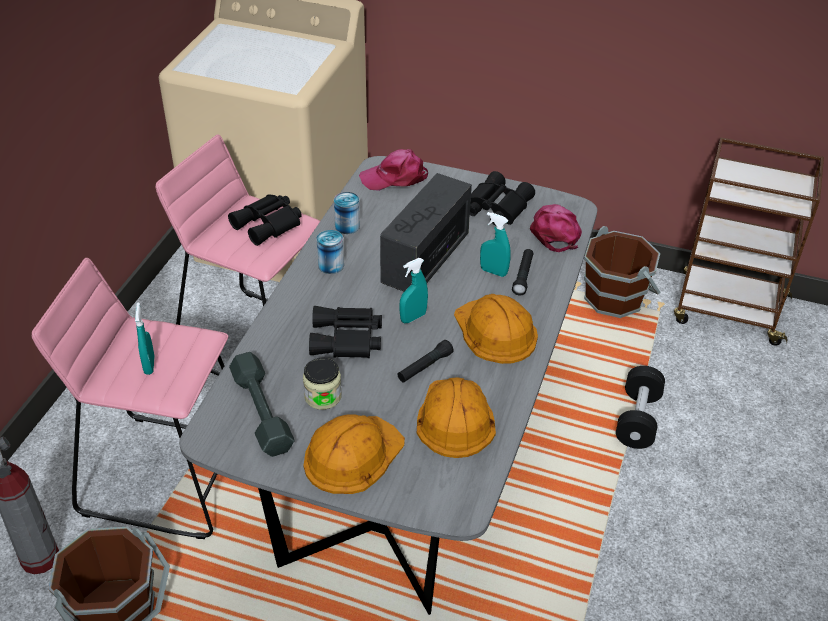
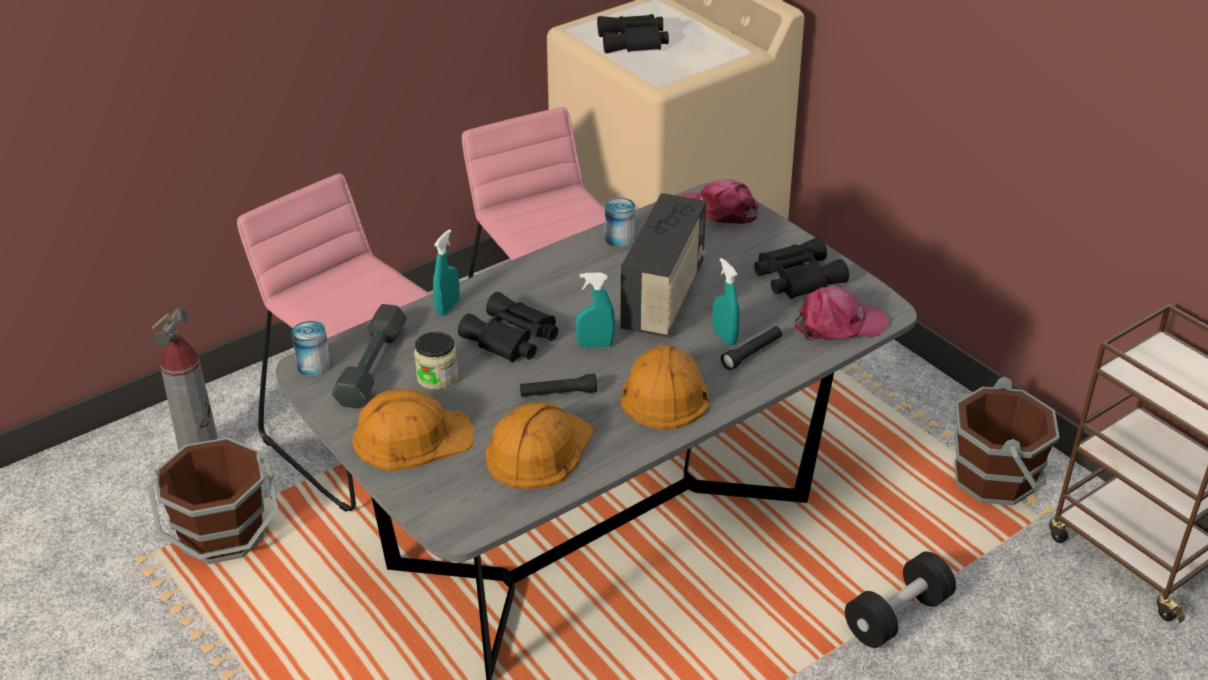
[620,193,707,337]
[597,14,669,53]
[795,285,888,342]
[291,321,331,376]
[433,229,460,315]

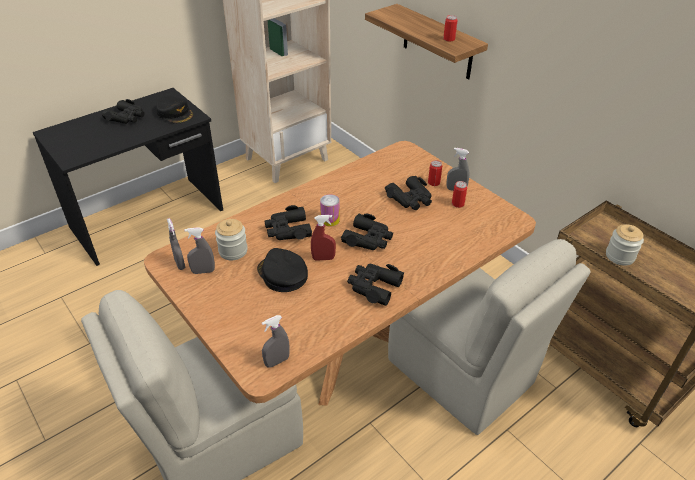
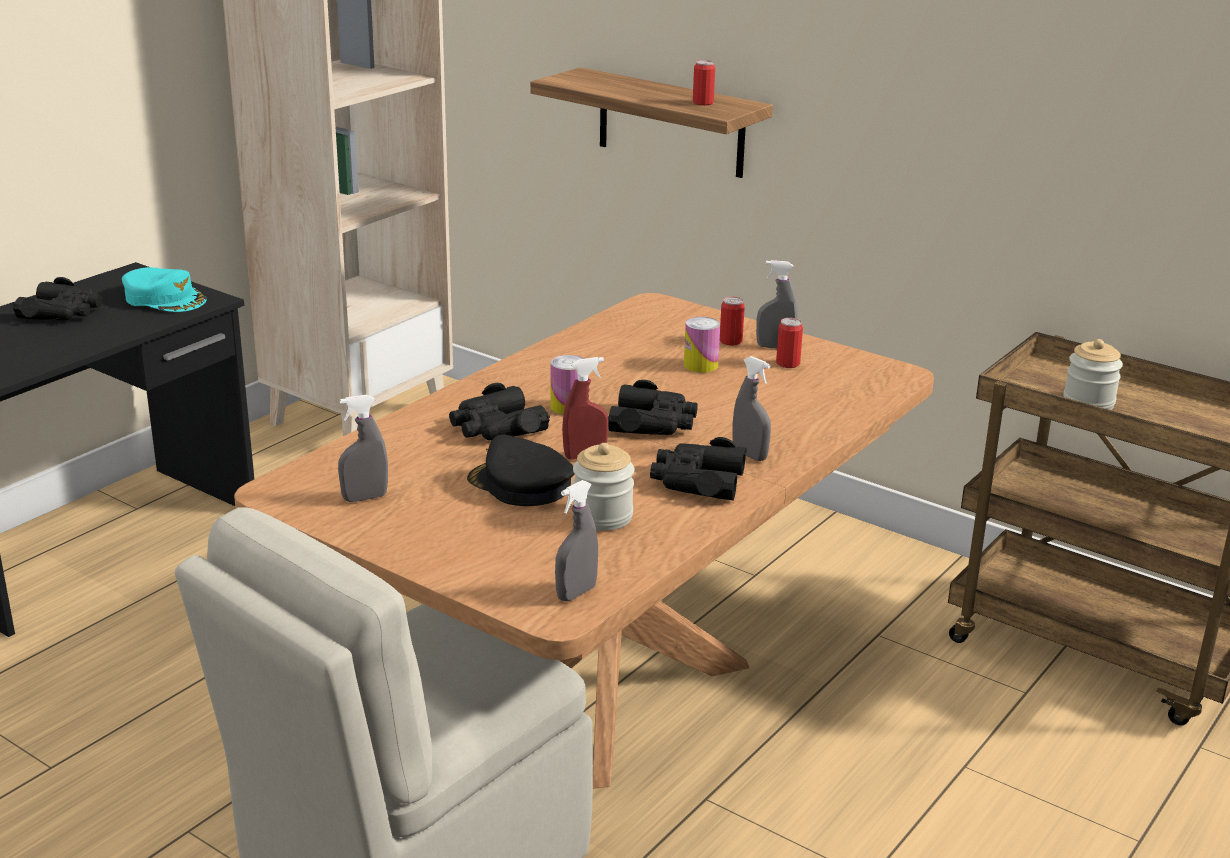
[122,267,206,312]
[684,317,720,373]
[732,356,771,461]
[573,443,634,531]
[388,239,591,435] (first image)

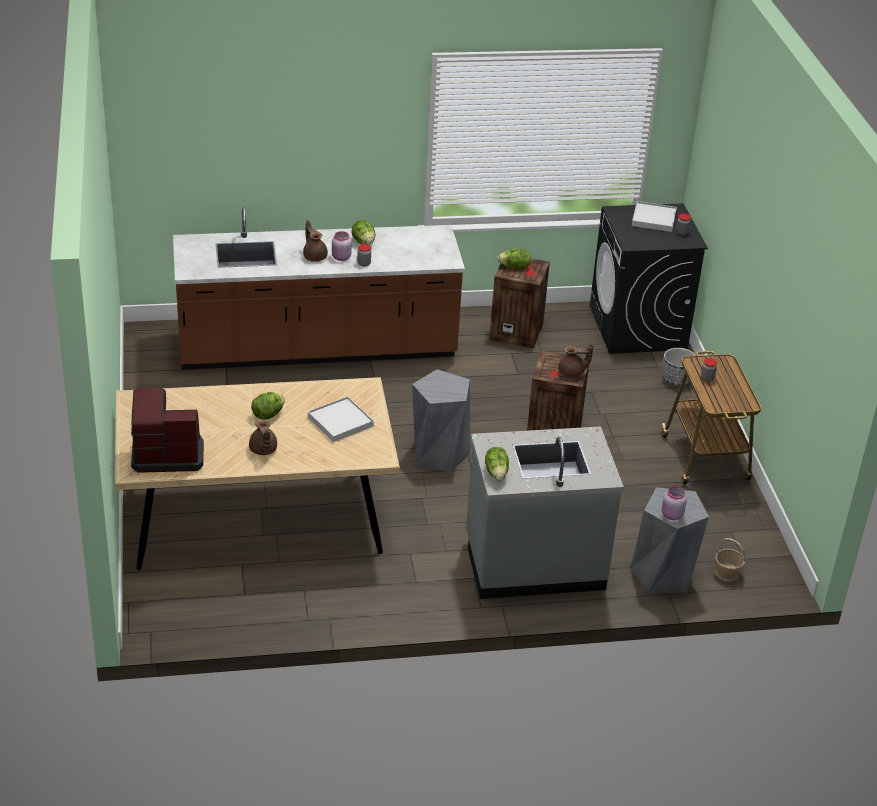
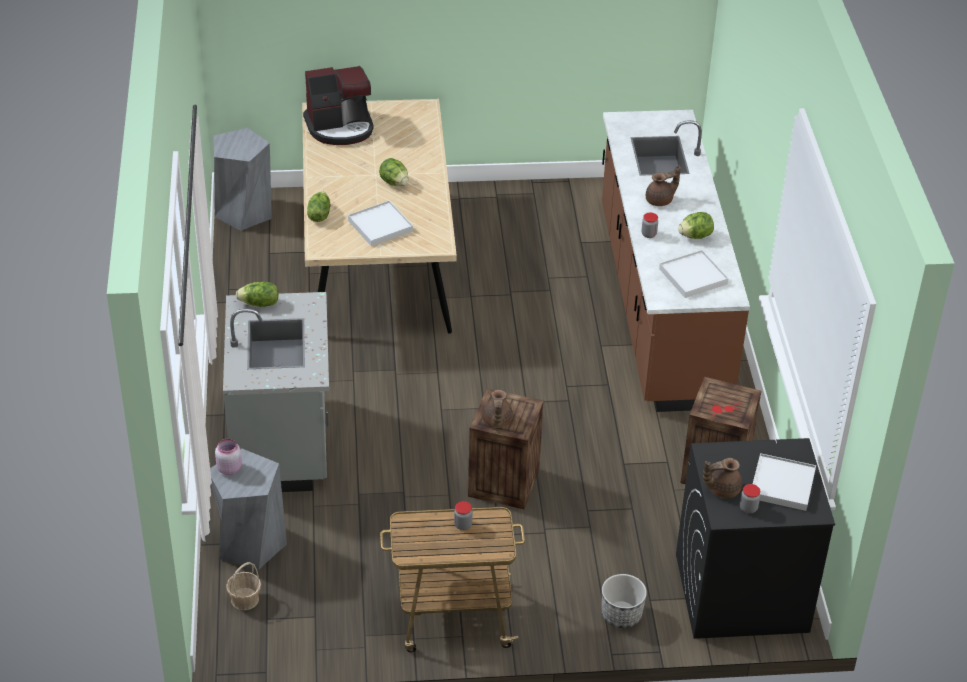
[332,231,352,261] (first image)
[307,191,330,222]
[213,127,272,231]
[303,66,373,145]
[703,458,742,498]
[659,250,729,298]

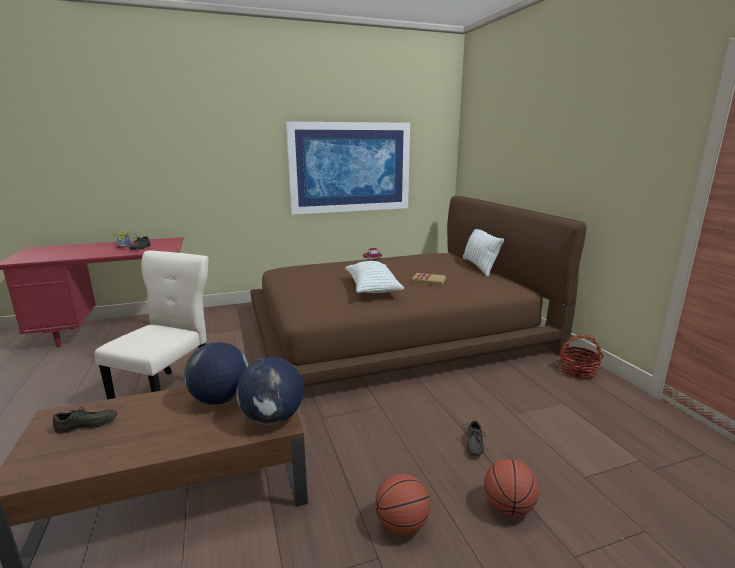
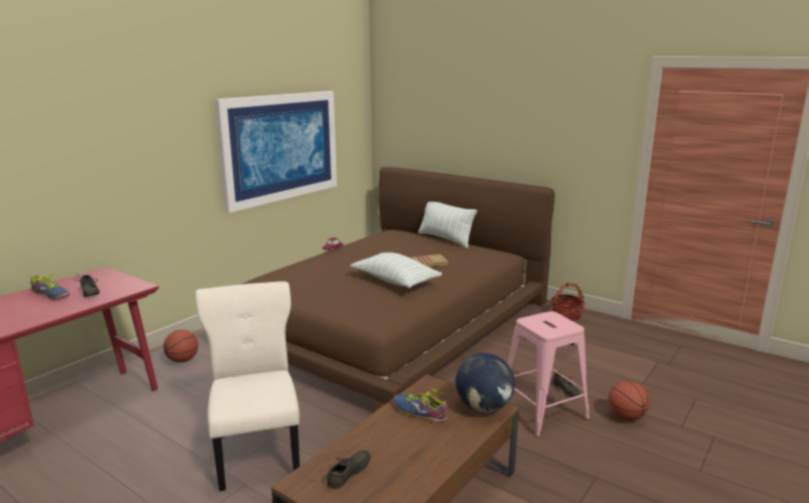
[393,389,448,423]
[163,329,198,363]
[508,311,590,437]

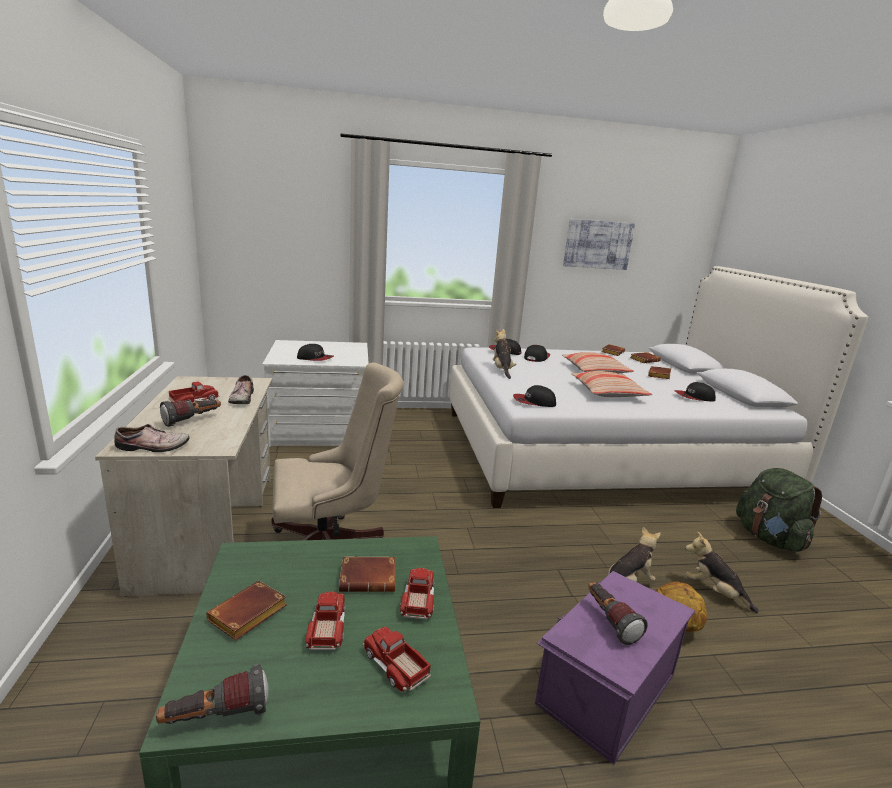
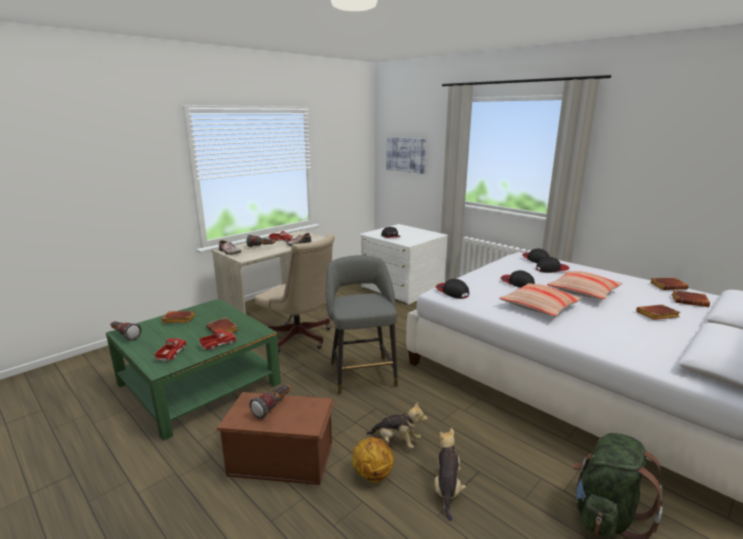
[386,137,426,174]
[493,329,517,379] (first image)
[500,270,535,288]
[216,392,335,485]
[305,591,345,650] (first image)
[326,255,398,394]

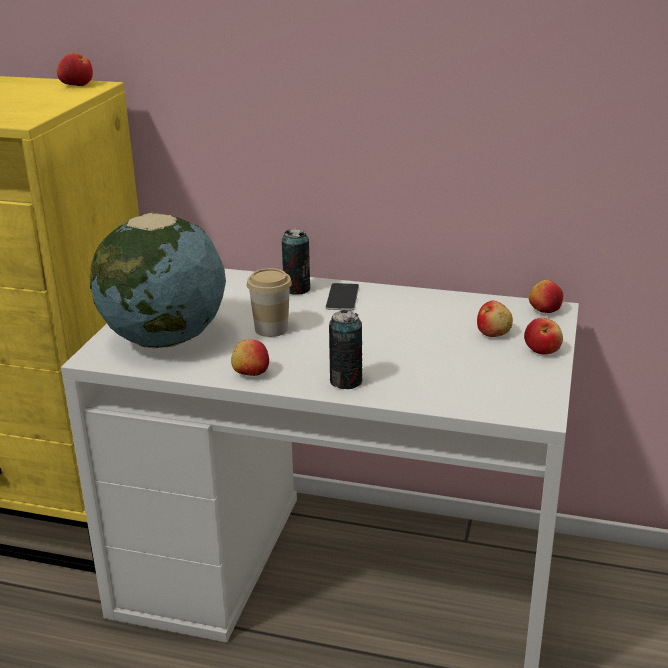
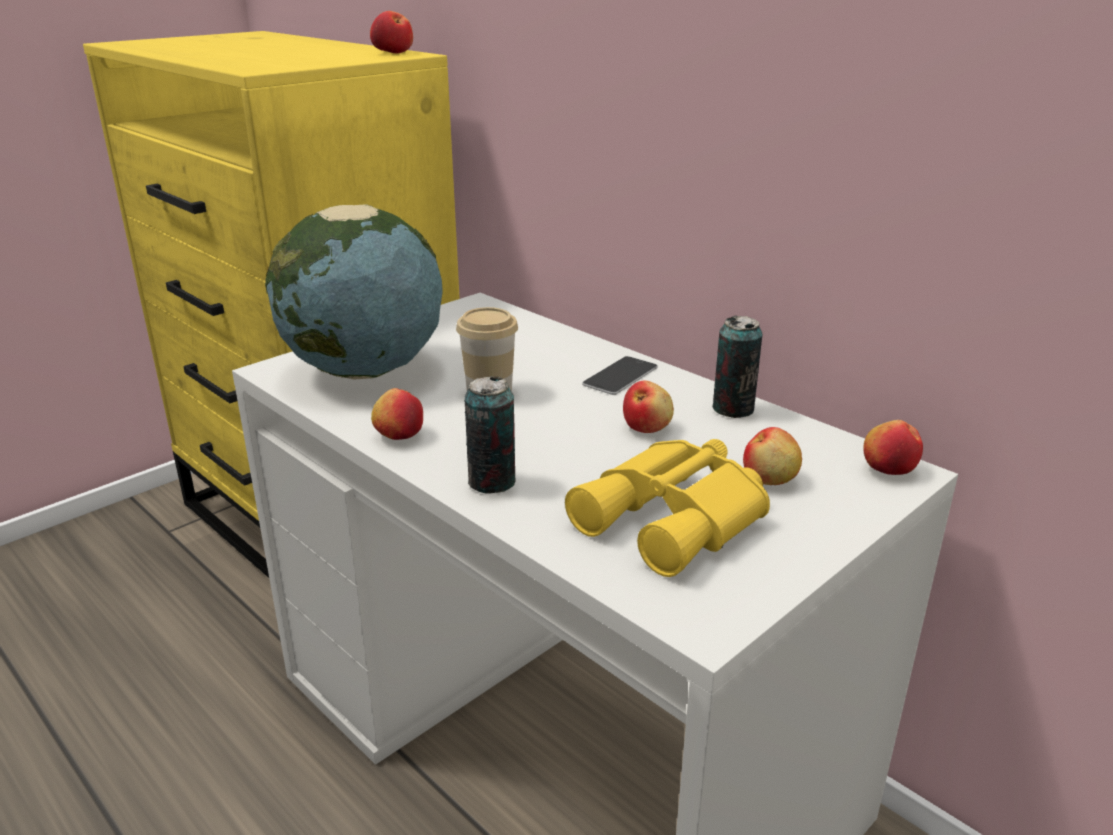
[712,316,762,418]
[623,381,674,433]
[565,439,770,577]

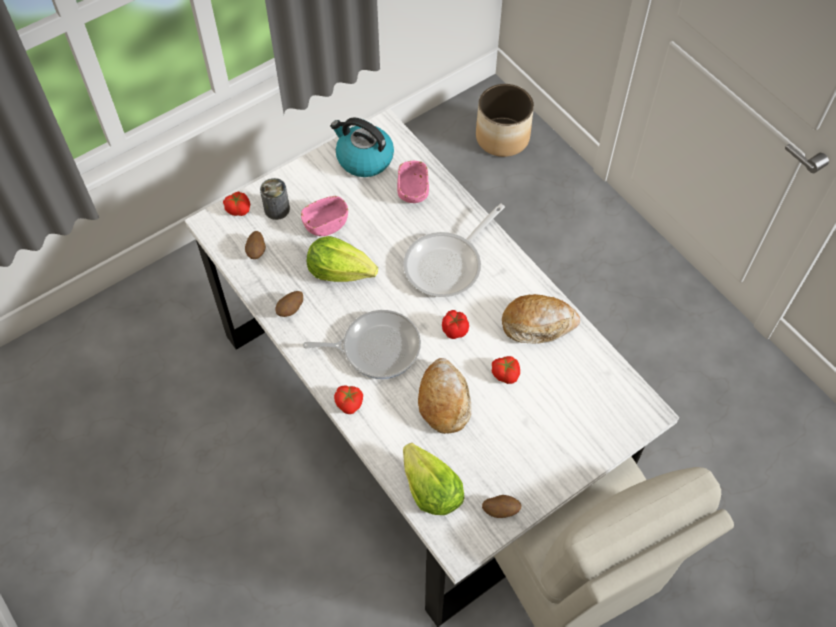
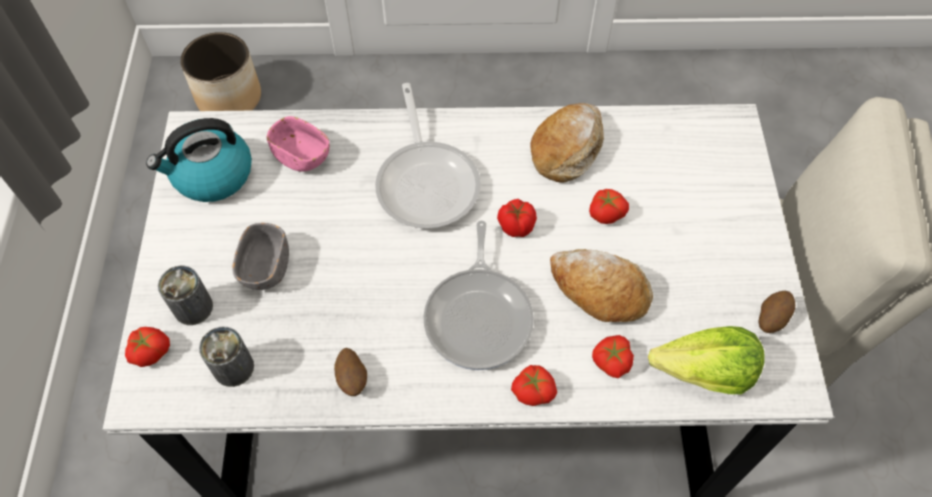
[232,223,289,290]
[199,327,254,387]
[307,236,378,282] (first image)
[423,220,534,370]
[592,335,634,378]

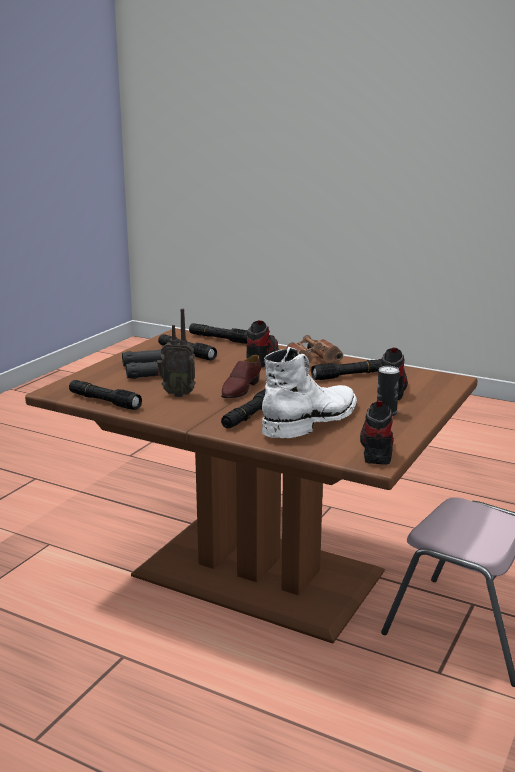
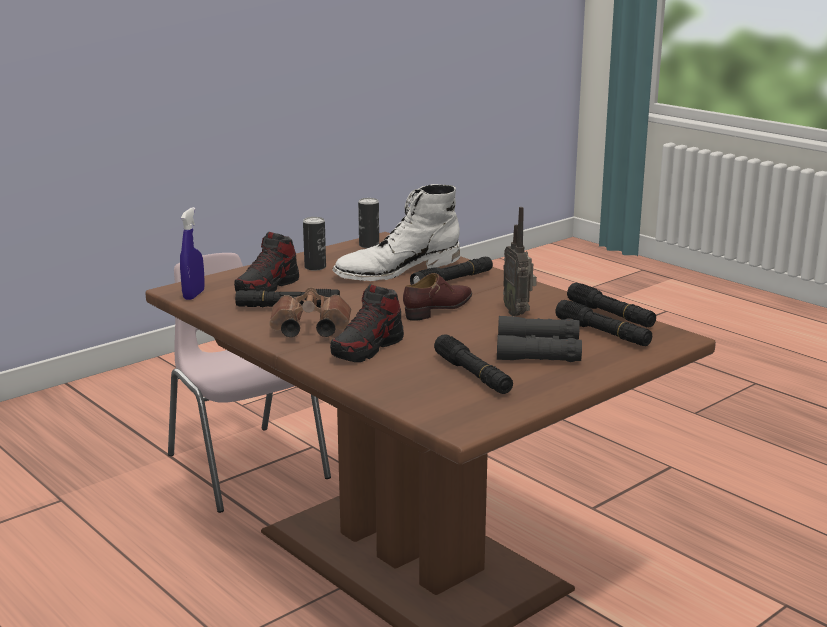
[503,207,537,316]
[556,300,652,346]
[358,198,379,248]
[180,207,205,300]

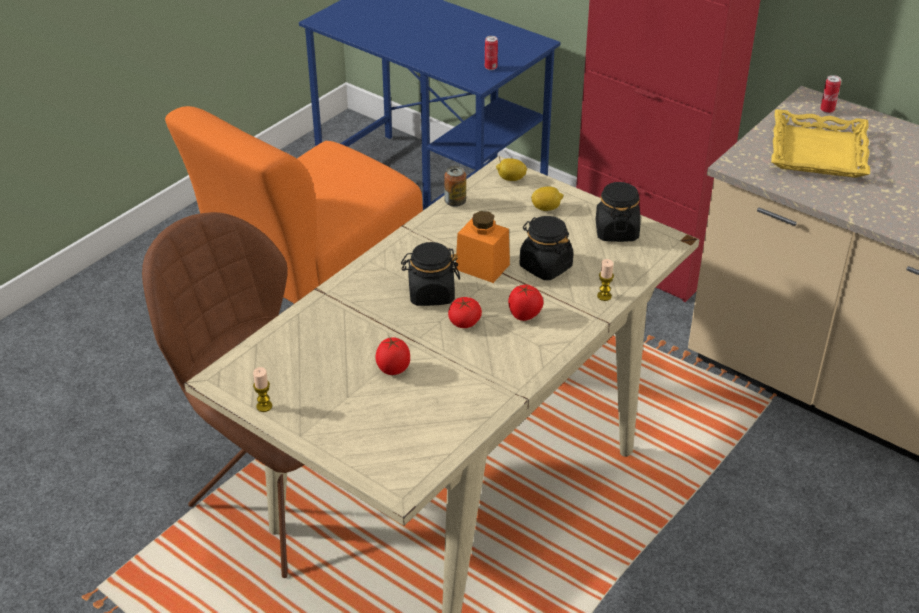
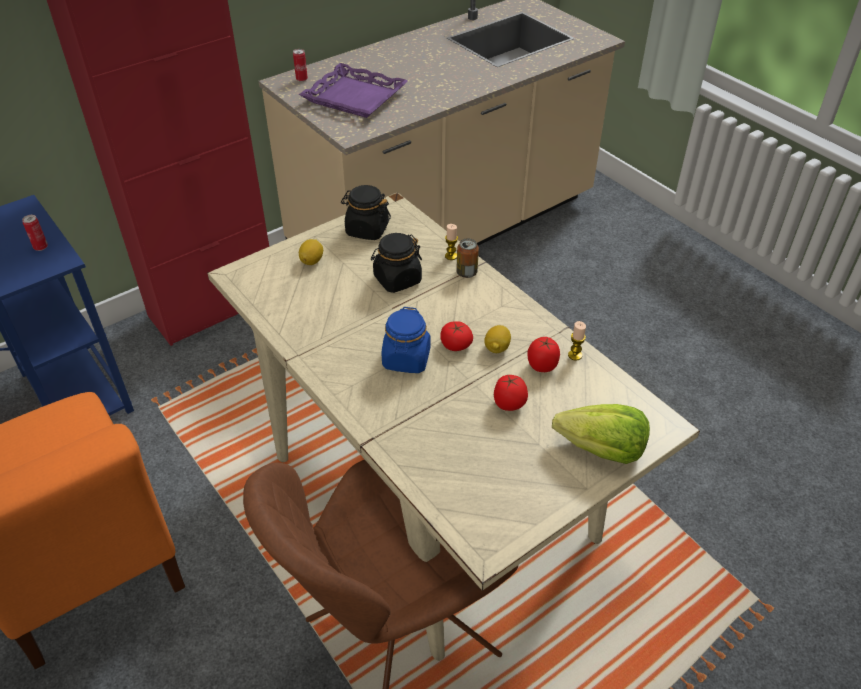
[299,63,408,118]
[484,325,511,353]
[456,238,479,278]
[456,211,510,283] (first image)
[382,307,431,373]
[527,337,560,372]
[568,321,586,361]
[552,404,650,464]

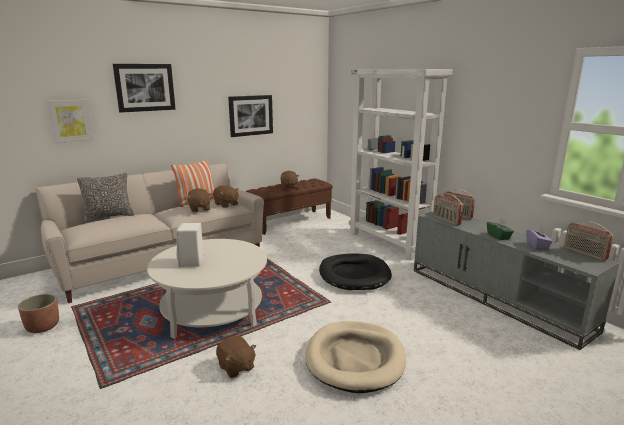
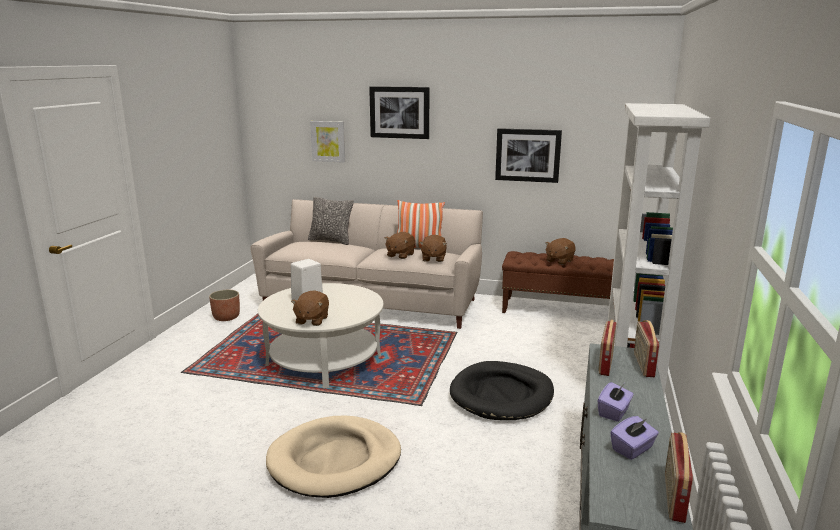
[598,382,634,422]
[291,290,329,326]

